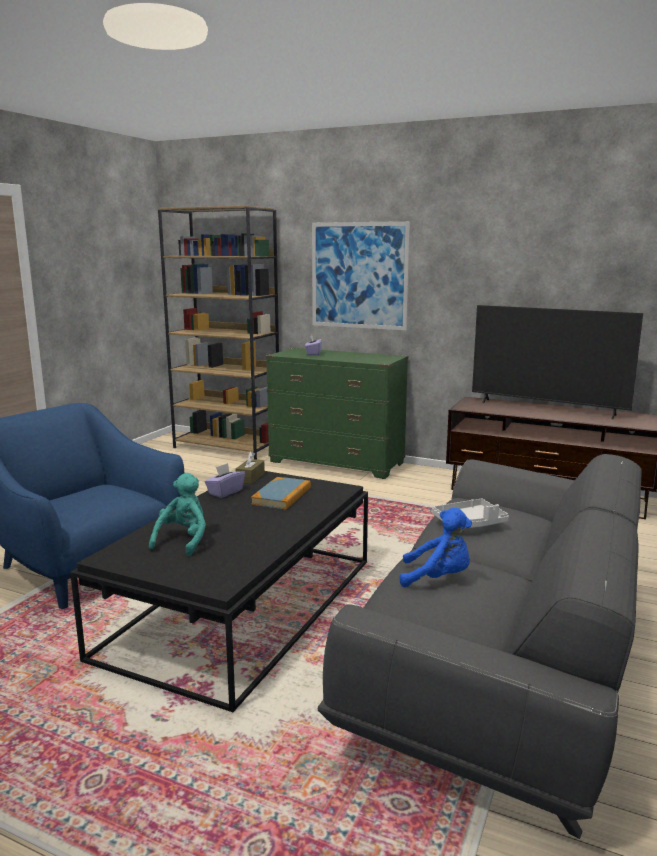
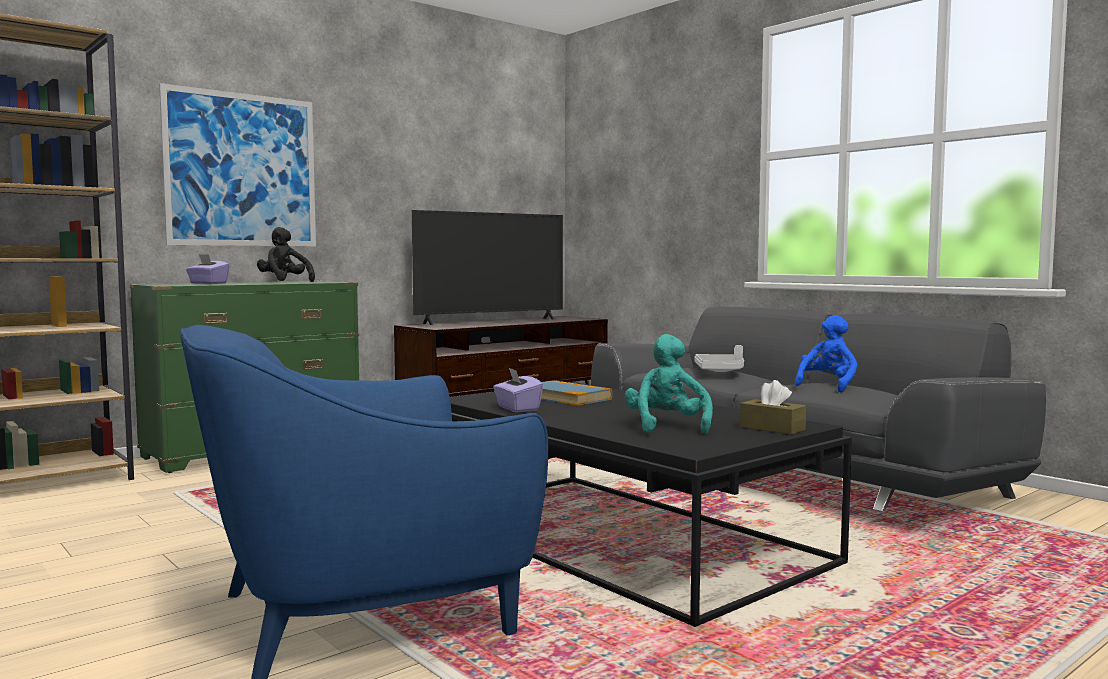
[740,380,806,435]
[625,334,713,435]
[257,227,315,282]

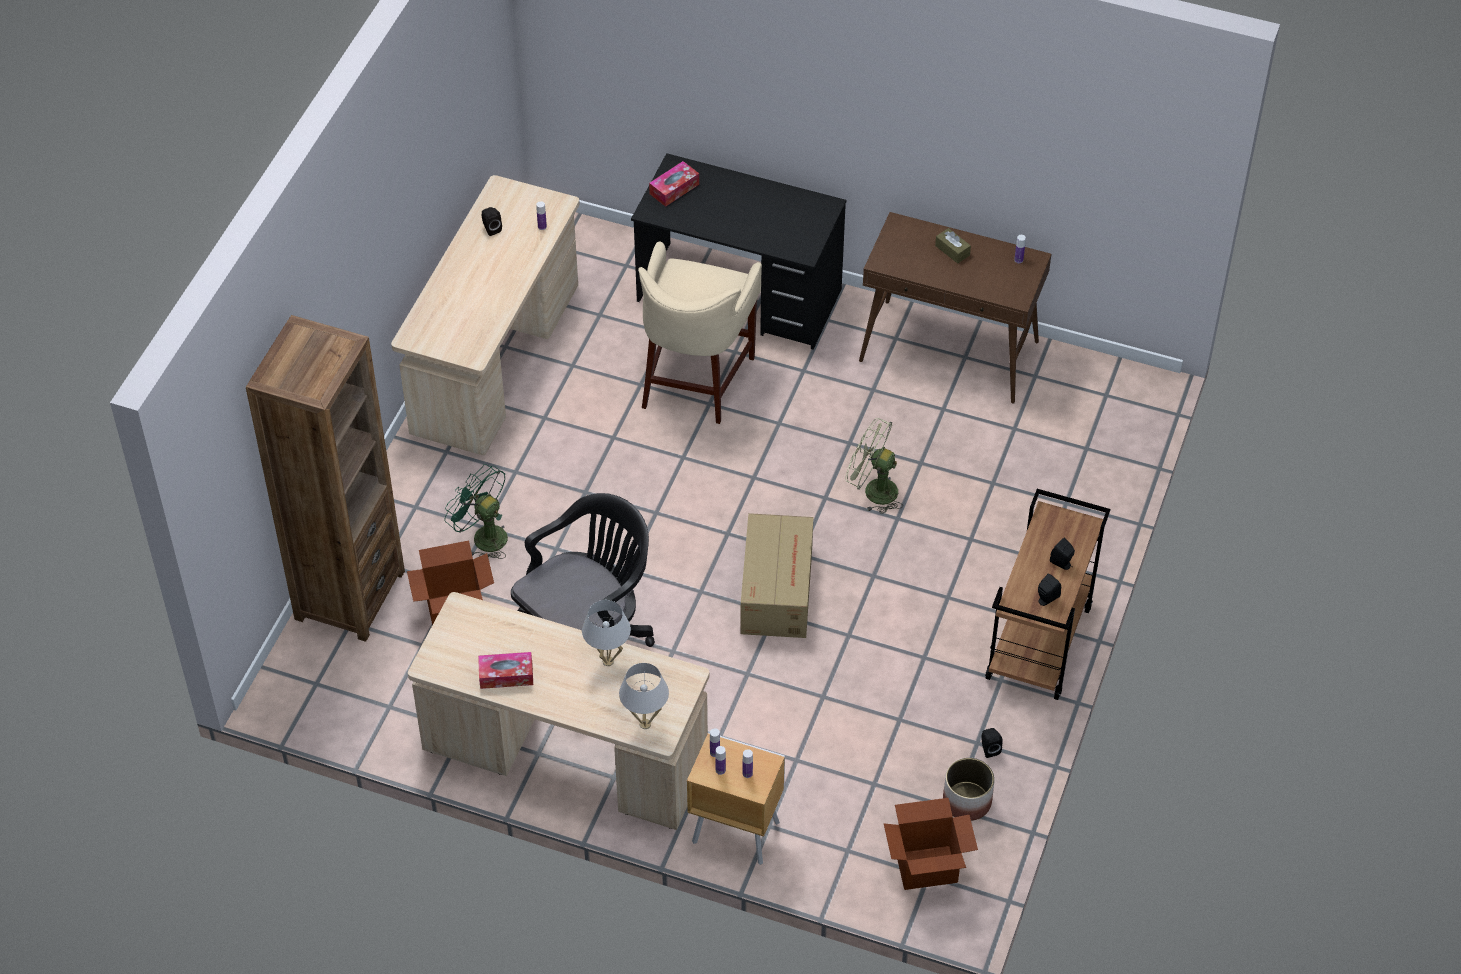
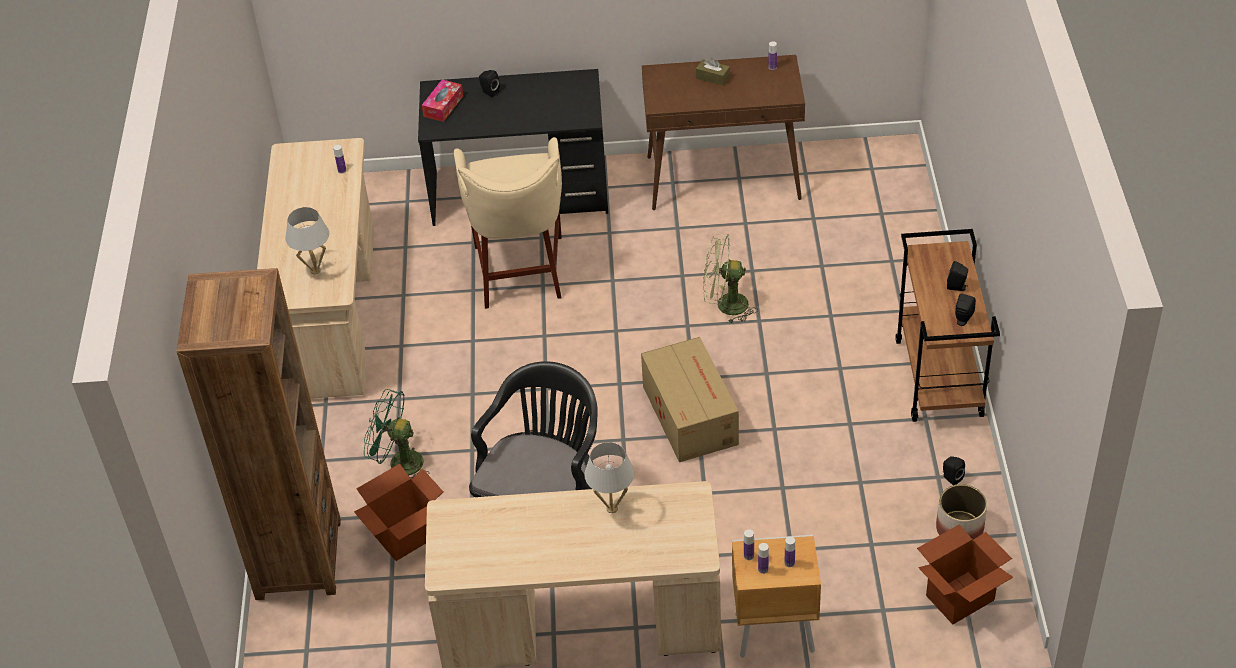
[479,70,500,97]
[478,652,533,689] (first image)
[286,207,329,274]

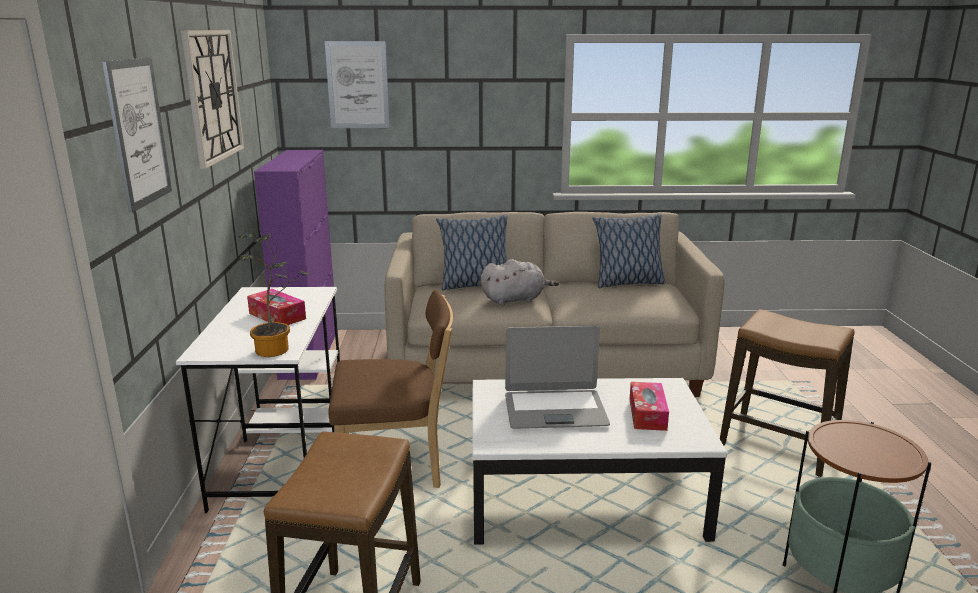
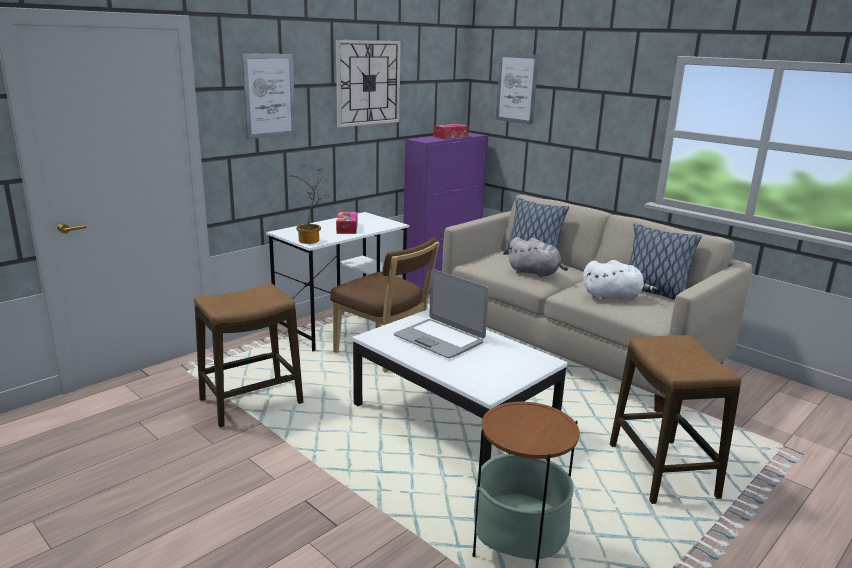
[433,124,468,139]
[583,260,657,302]

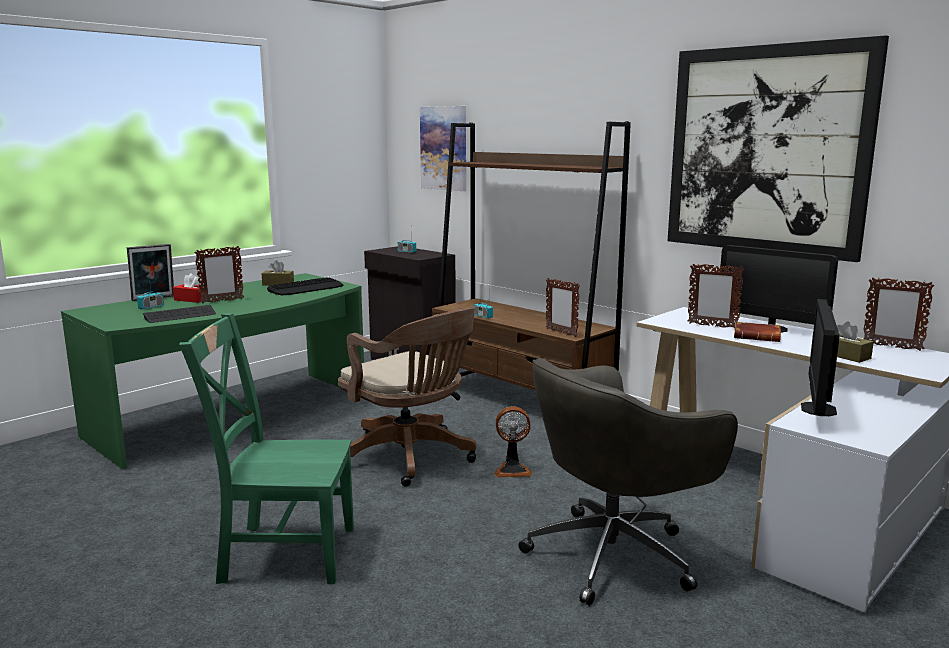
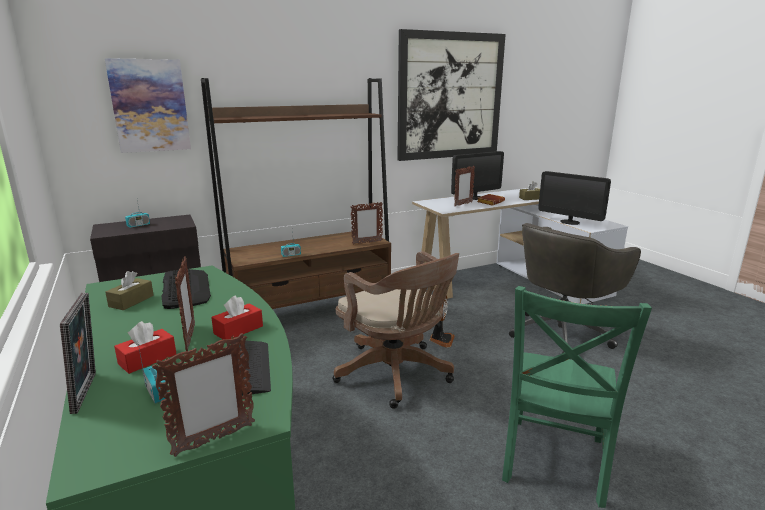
[152,333,255,457]
[332,251,459,409]
[509,223,641,353]
[211,296,263,339]

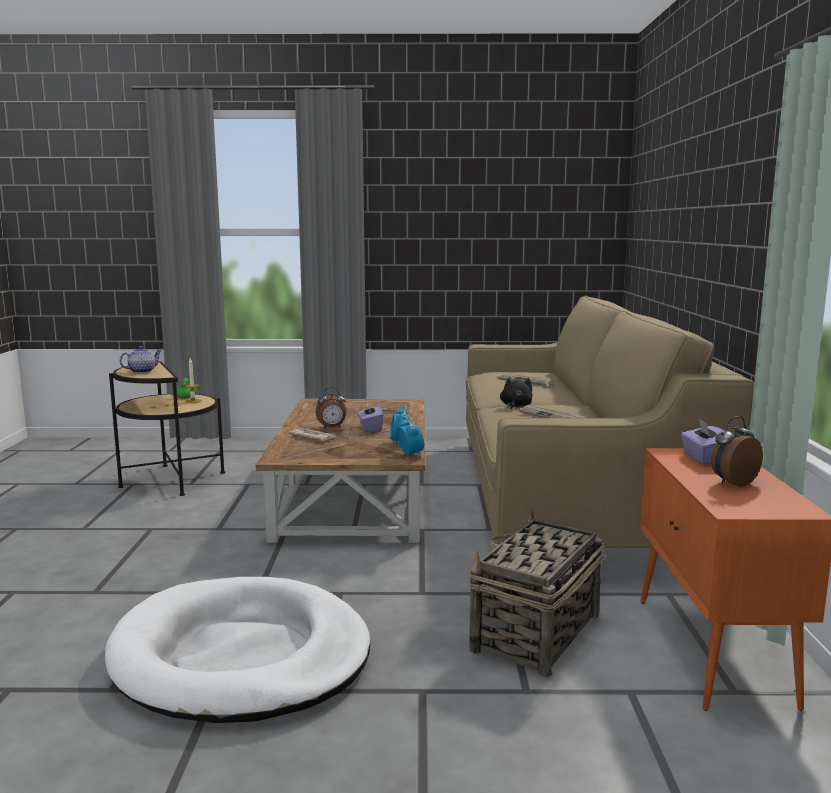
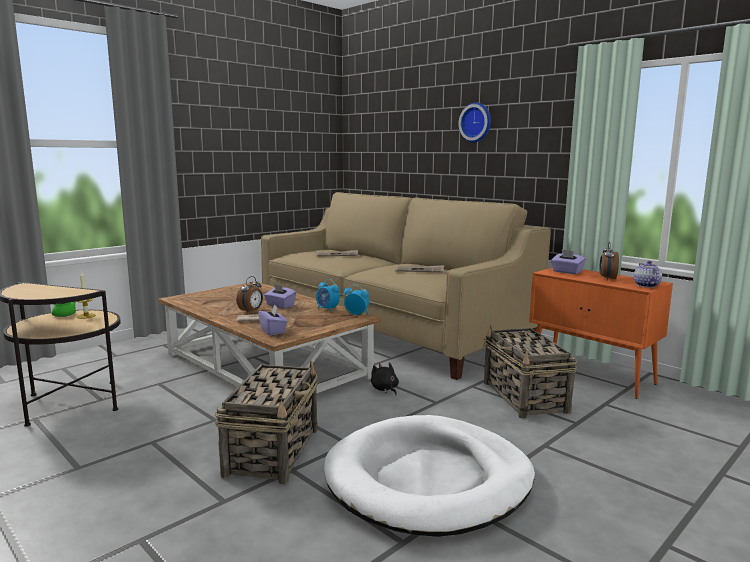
[634,261,662,288]
[371,362,399,395]
[458,102,491,142]
[258,304,288,335]
[215,361,318,484]

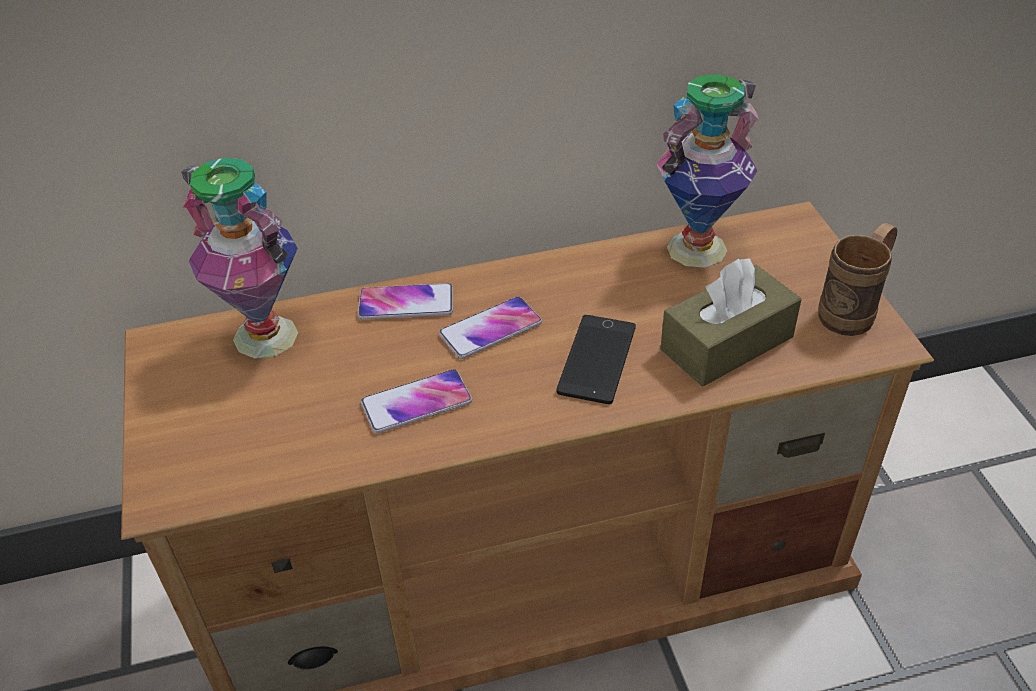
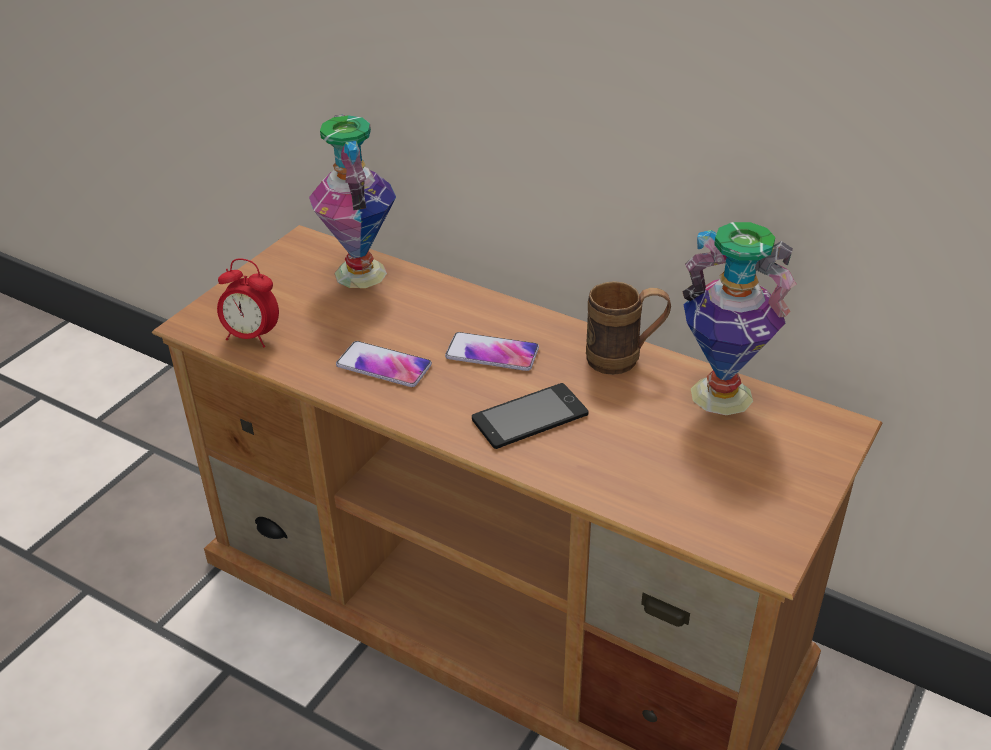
[586,281,671,375]
[660,258,801,387] (first image)
[358,283,453,320] (first image)
[217,258,279,348]

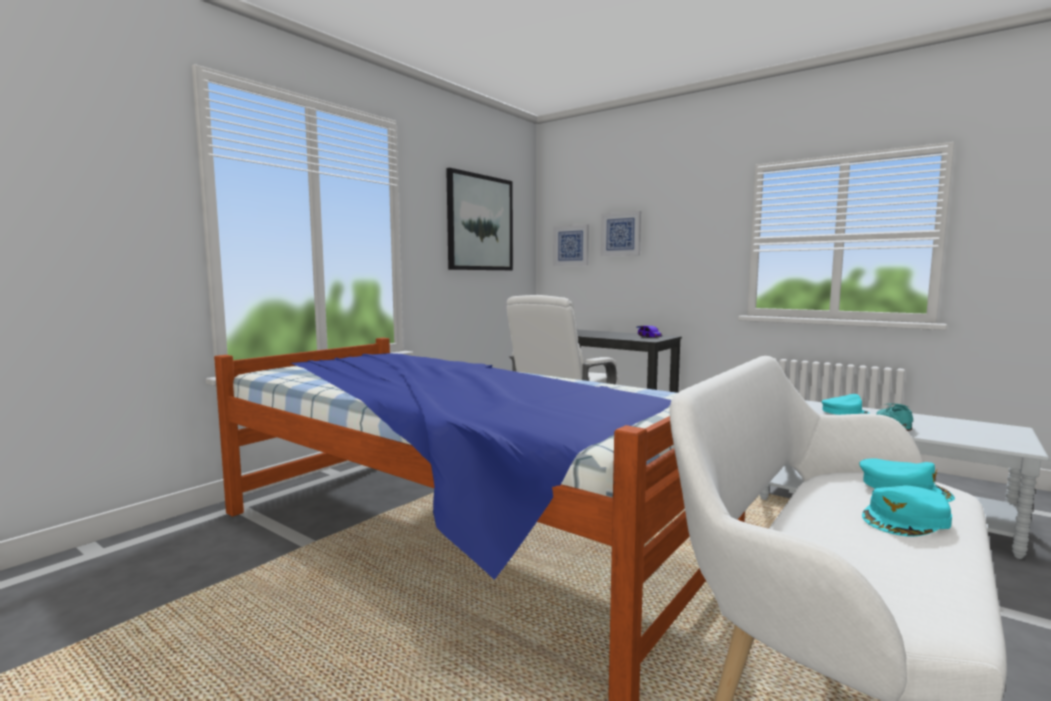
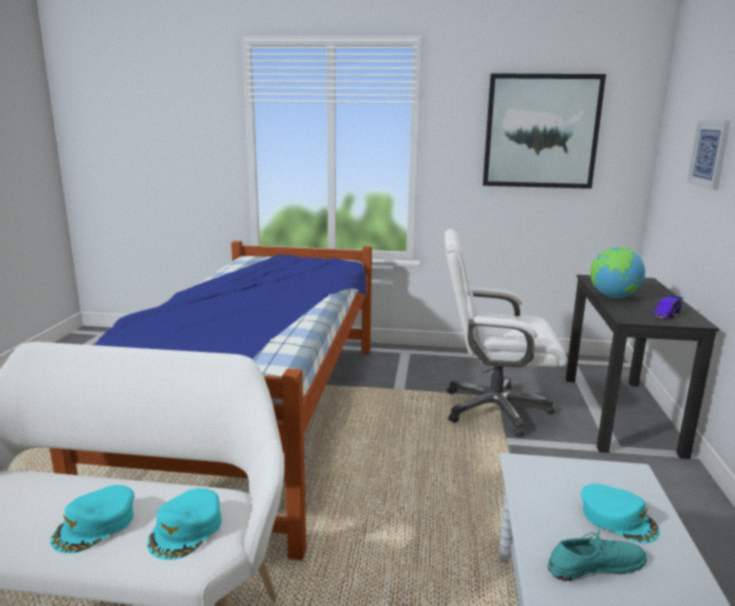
[553,224,589,266] (first image)
[50,485,134,554]
[590,247,645,298]

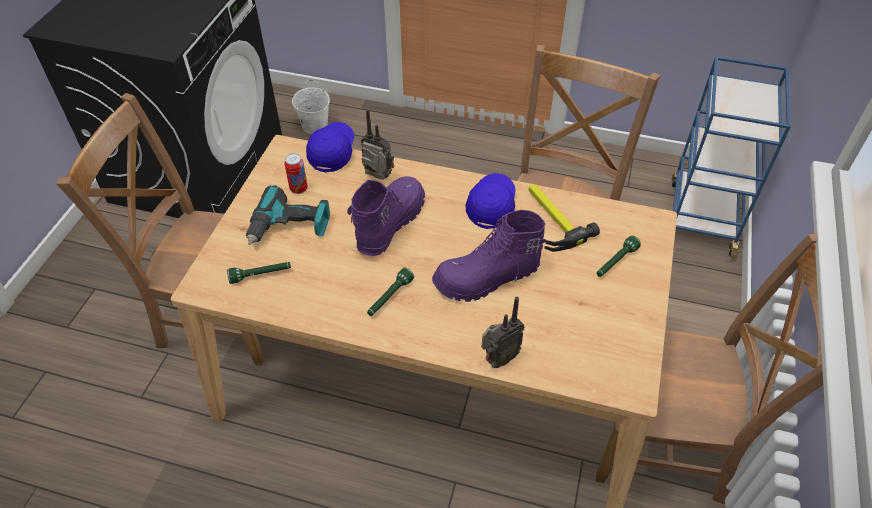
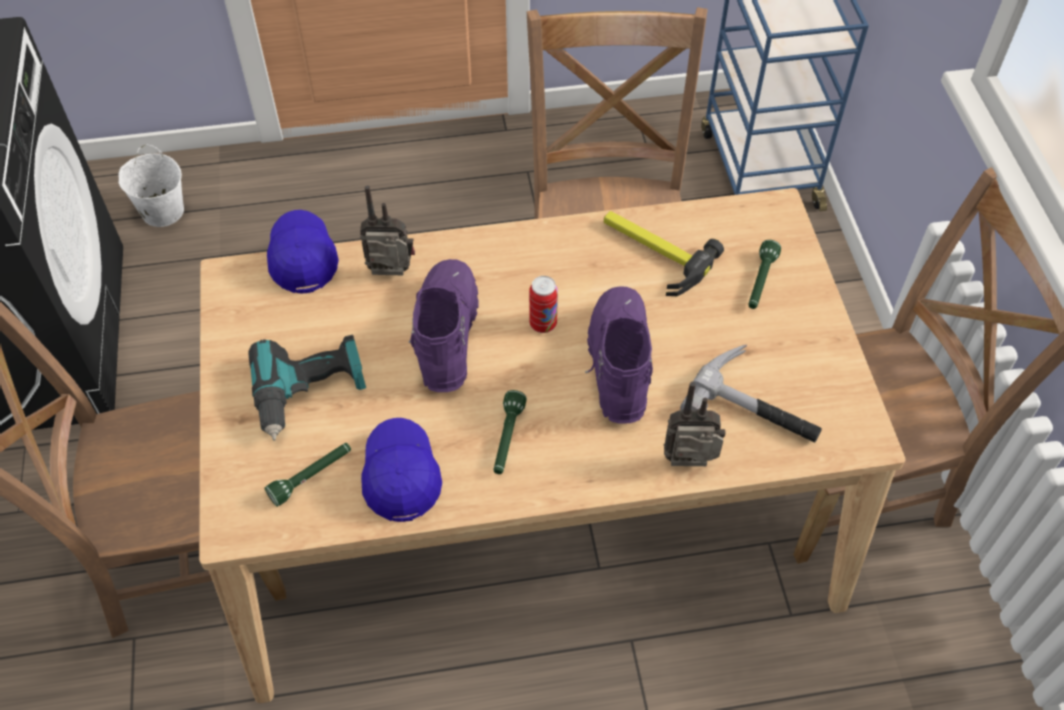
[529,276,558,333]
[361,418,442,522]
[585,287,653,424]
[664,382,725,466]
[680,344,822,443]

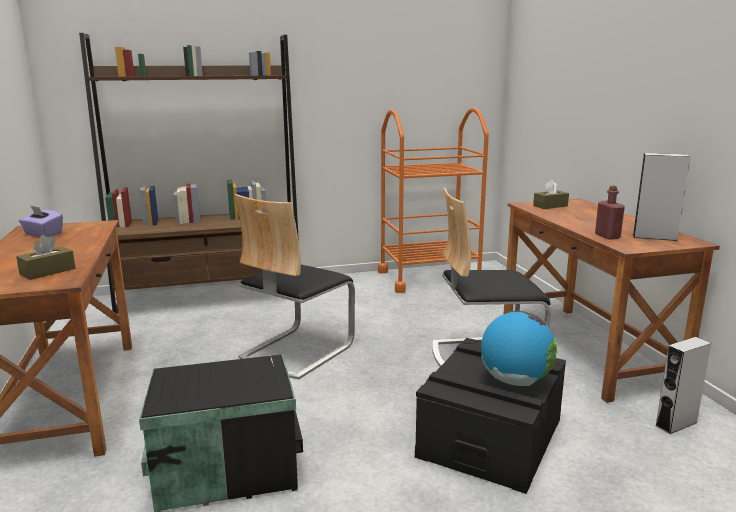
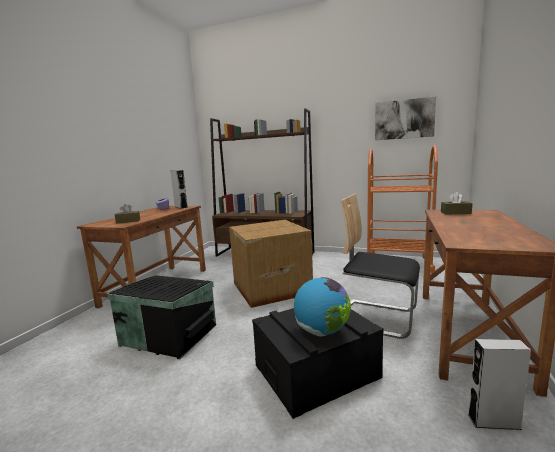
[170,170,188,209]
[595,186,625,240] (first image)
[229,220,313,308]
[375,96,436,140]

